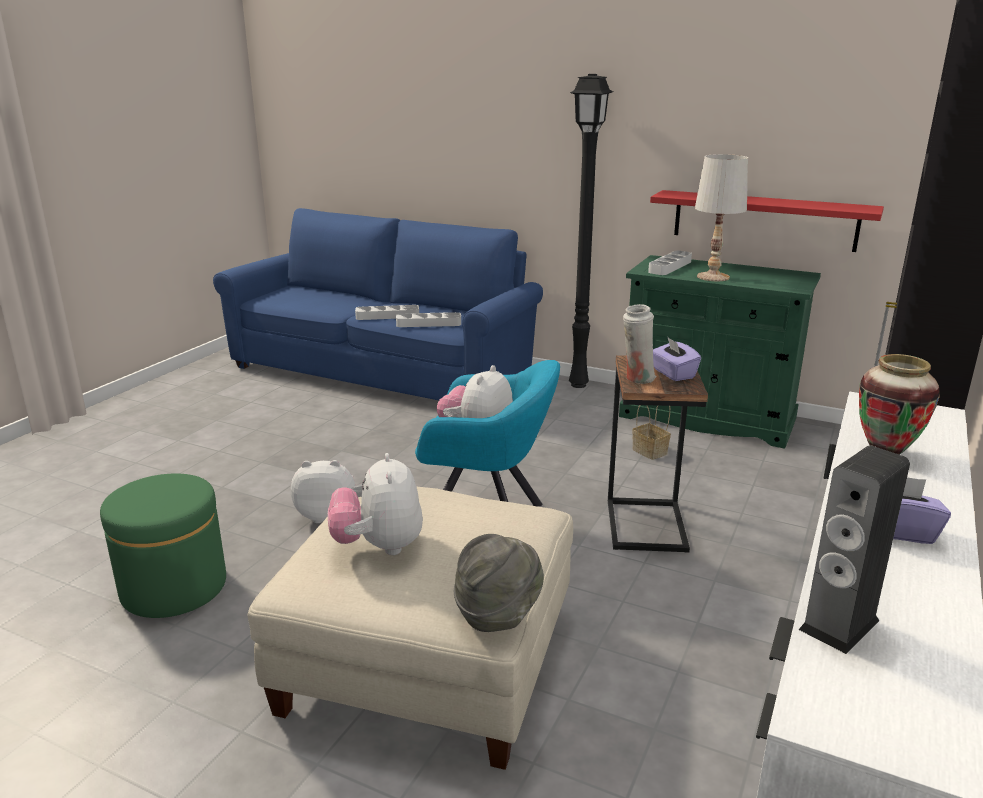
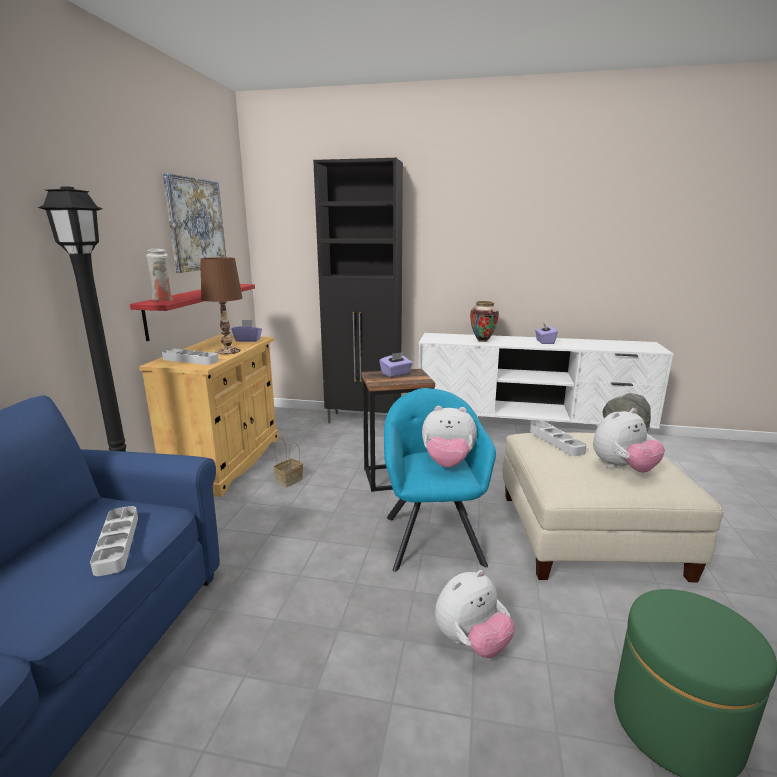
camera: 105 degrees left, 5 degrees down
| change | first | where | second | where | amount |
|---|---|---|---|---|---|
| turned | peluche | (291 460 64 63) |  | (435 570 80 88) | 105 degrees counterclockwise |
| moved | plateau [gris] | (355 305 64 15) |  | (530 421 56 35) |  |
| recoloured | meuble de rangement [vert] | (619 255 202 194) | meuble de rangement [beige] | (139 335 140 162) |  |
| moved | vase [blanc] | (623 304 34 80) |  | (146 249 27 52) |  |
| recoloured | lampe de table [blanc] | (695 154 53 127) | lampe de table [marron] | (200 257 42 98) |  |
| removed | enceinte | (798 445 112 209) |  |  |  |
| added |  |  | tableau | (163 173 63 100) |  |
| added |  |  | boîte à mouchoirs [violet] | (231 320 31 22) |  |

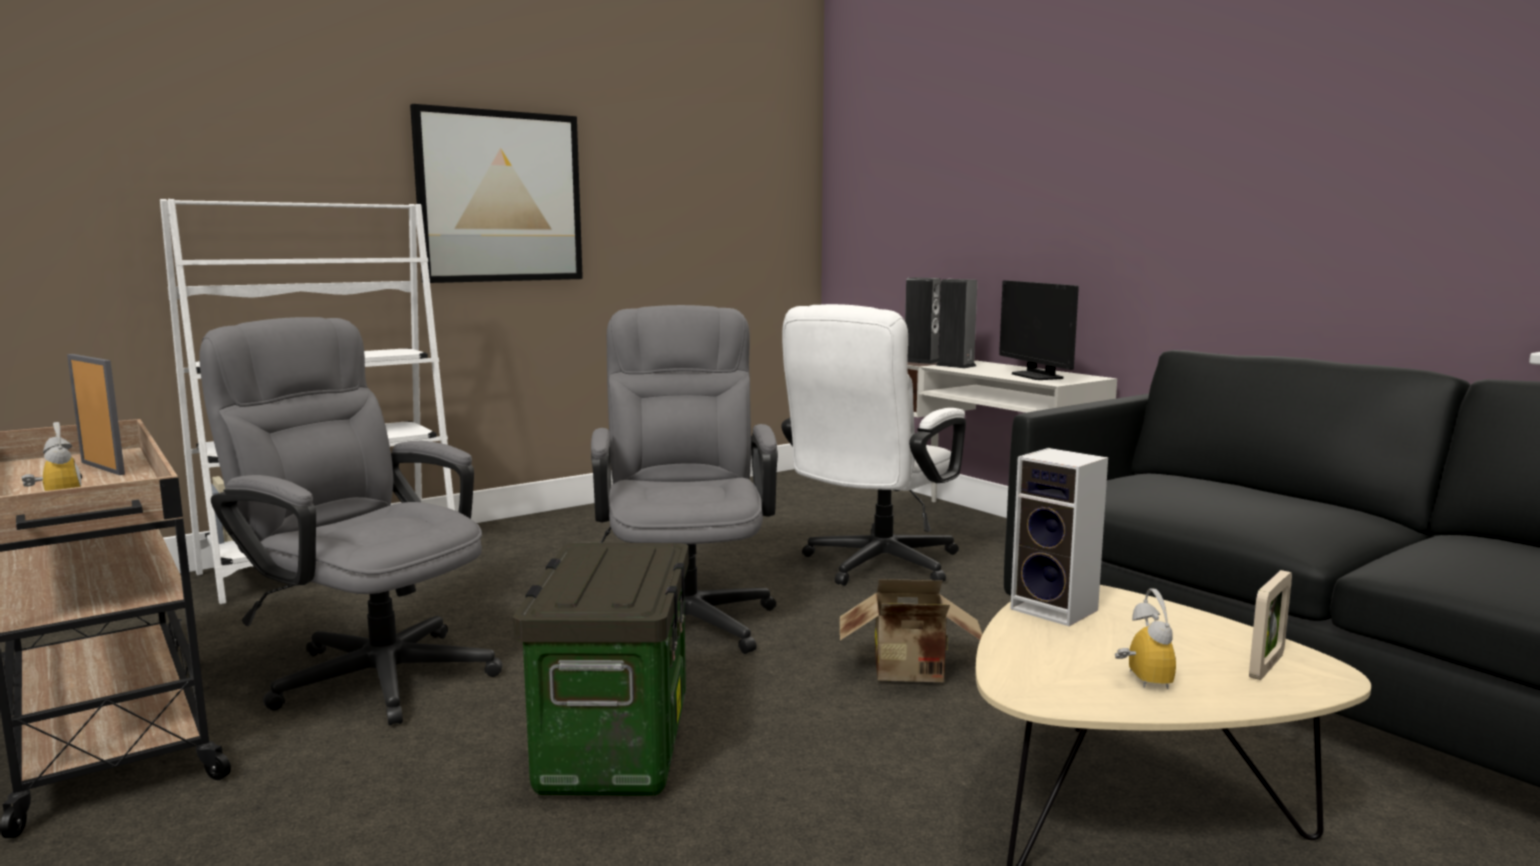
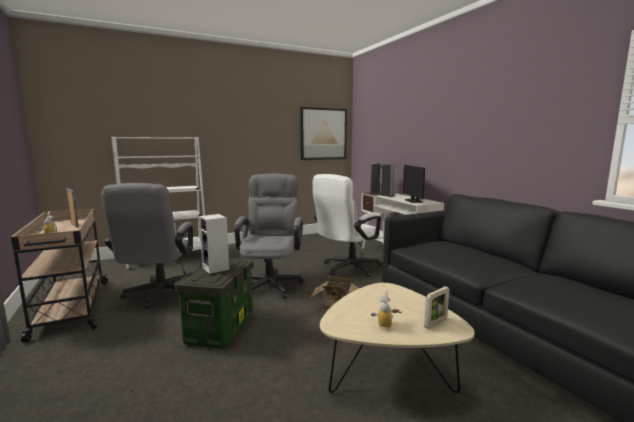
camera: 10 degrees right, 0 degrees up
| change | first | where | second | where | amount |
|---|---|---|---|---|---|
| turned | chaise de bureau [gris] | (199 317 304 408) |  | (101 183 92 126) | 135 degrees counterclockwise |
| moved | tableau | (410 104 173 179) |  | (300 107 47 53) |  |
| moved | enceinte | (1010 448 98 178) |  | (199 214 30 60) |  |

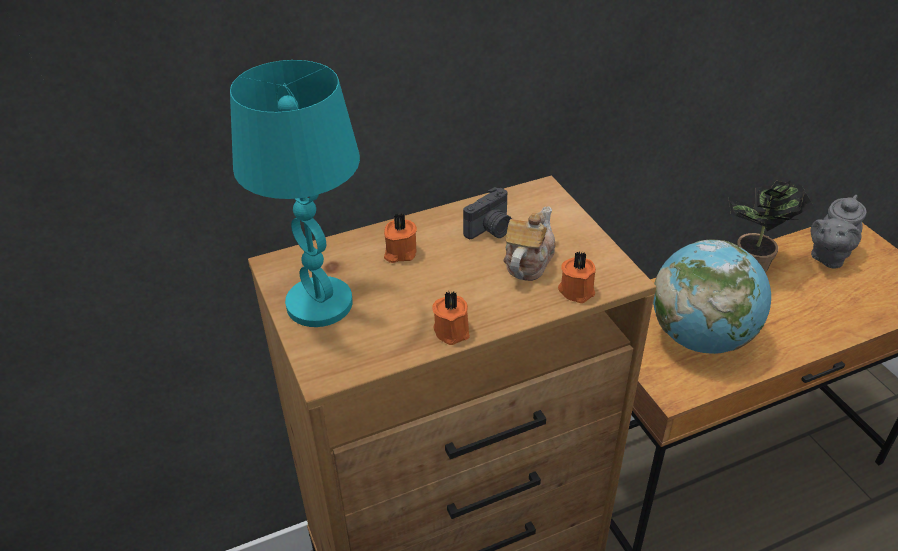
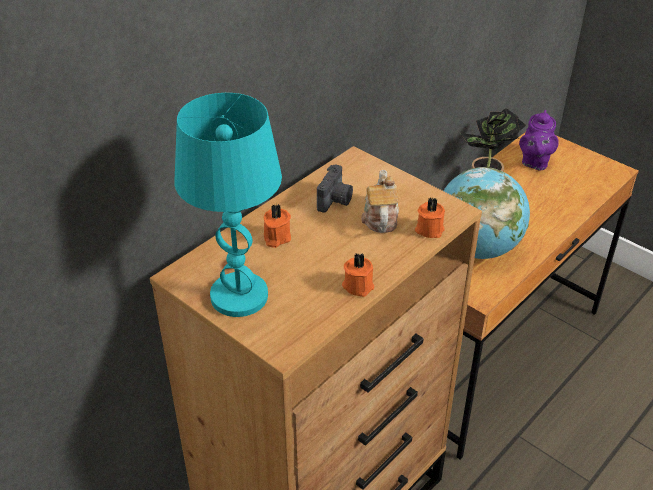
camera: 25 degrees left, 0 degrees up
| change | first | where | second | where | amount |
|---|---|---|---|---|---|
| recoloured | théière [gris] | (810 195 57 73) | théière [violet] | (519 110 40 61) |  |

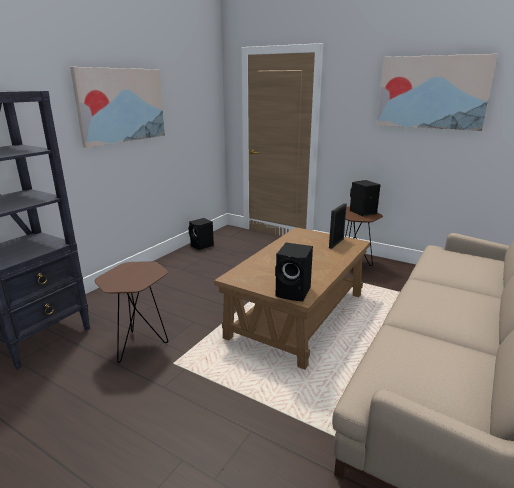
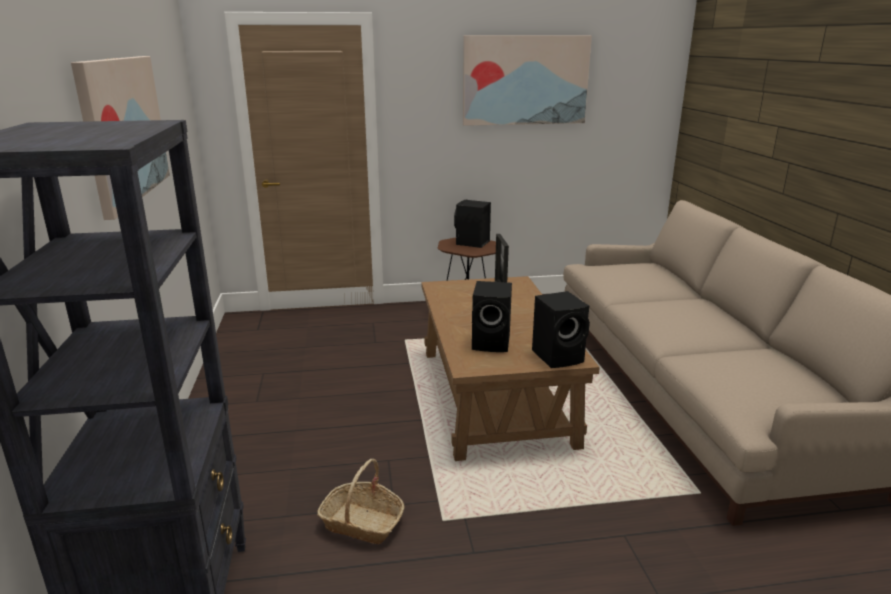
camera: 40 degrees left, 0 degrees up
| change | first | where | second | where | amount |
|---|---|---|---|---|---|
| replaced | table d'appoint [marron] | (95 261 73 102) | panier | (317 459 87 85) |  |
| moved | enceinte [noir] | (188 218 26 32) |  | (472 281 40 71) |  |

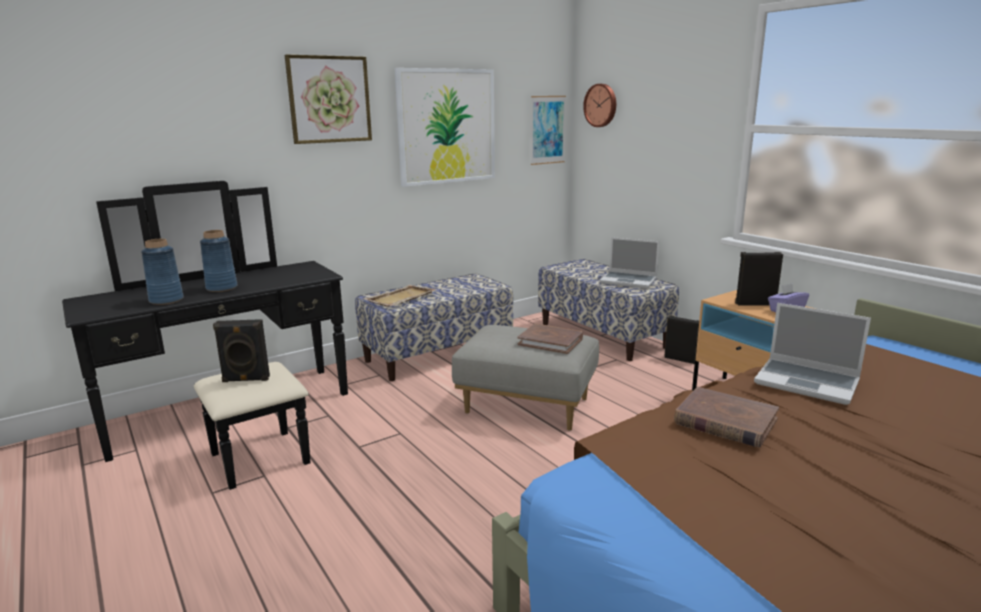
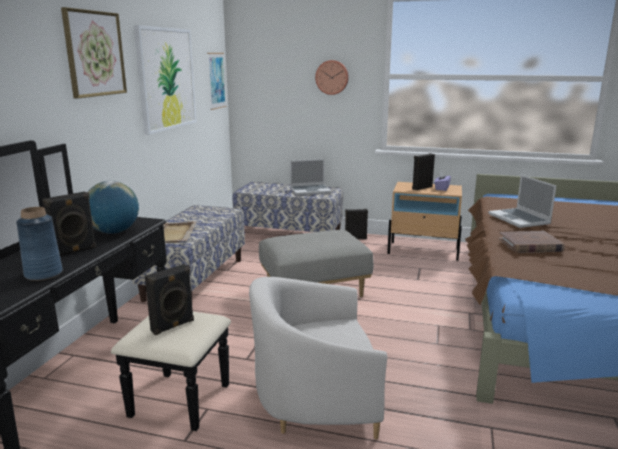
camera: 40 degrees left, 0 degrees up
| change | first | where | second | where | amount |
|---|---|---|---|---|---|
| replaced | vase [bleu] | (200 230 37 62) | enceinte [noir] | (42 192 54 64) |  |
| removed | livre [marron] | (517 324 66 30) |  |  |  |
| moved | horloge murale | (583 84 33 43) |  | (315 60 34 35) |  |
| turned | ordinateur portable | (754 303 117 102) |  | (488 175 68 53) | 75 degrees clockwise |
| added |  |  | globe | (88 181 51 53) |  |
| added |  |  | fauteuil [blanc] | (249 277 138 162) |  |

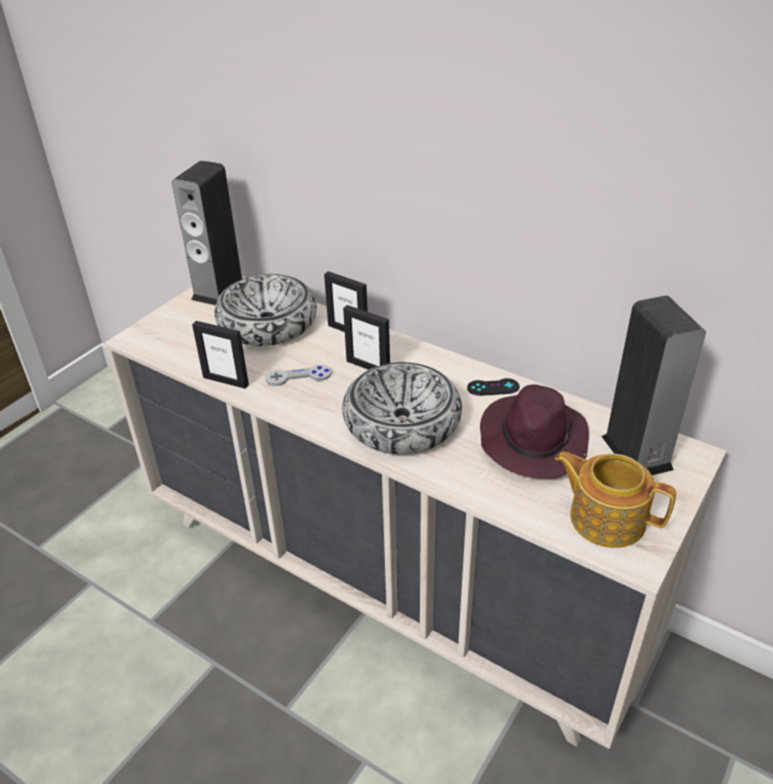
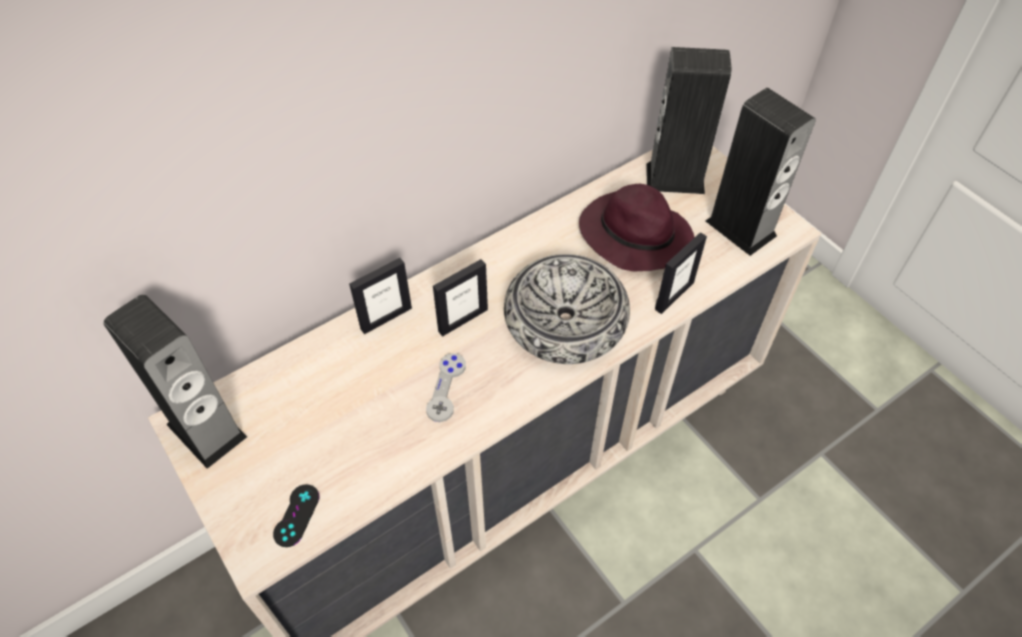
camera: 70 degrees left, 15 degrees up
| change | first | where | second | where | amount |
|---|---|---|---|---|---|
| moved | cadre photo | (192 321 57 68) |  | (655 232 52 82) |  |
| removed | bol | (215 274 102 72) |  |  |  |
| moved | manette [noir] | (467 378 53 18) |  | (273 484 46 63) |  |
| replaced | théière | (555 452 121 96) | enceinte | (706 88 110 168) |  |

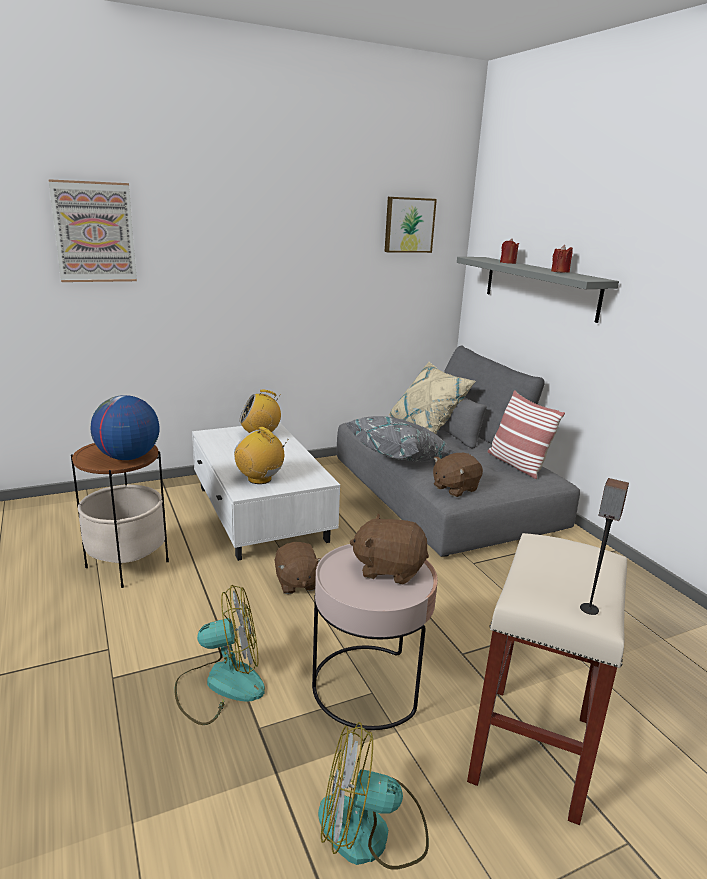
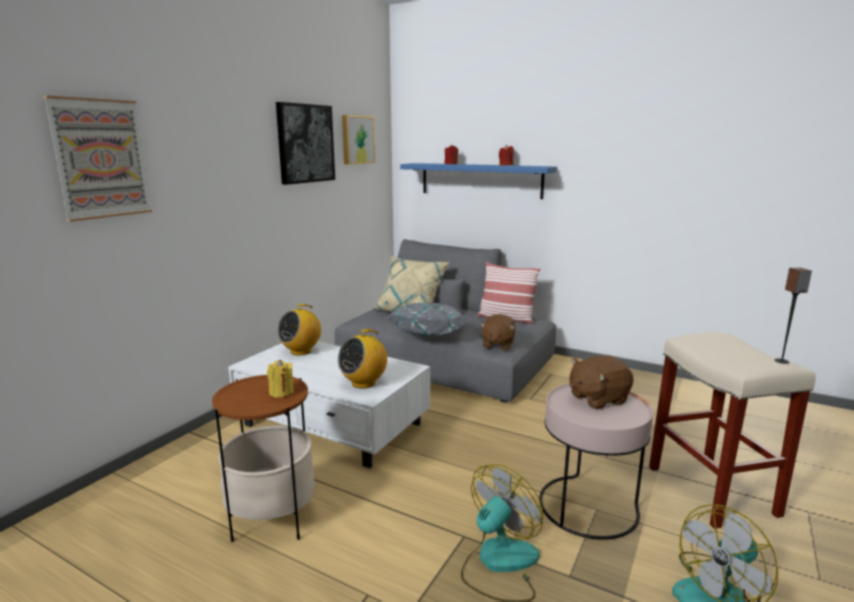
camera: 35 degrees left, 5 degrees down
| change | first | where | second | where | amount |
|---|---|---|---|---|---|
| replaced | globe | (91 395 69 65) | bougie [jaune] | (267 360 27 38) |  |
| turned | radio | (234 427 55 57) |  | (338 329 49 60) | 45 degrees counterclockwise |
| removed | peluche [marron] | (275 542 46 52) |  |  |  |
| recoloured | étagère [gris] | (457 257 162 66) | étagère [bleu] | (400 163 157 36) |  |
| added |  |  | tableau | (276 102 59 83) |  |

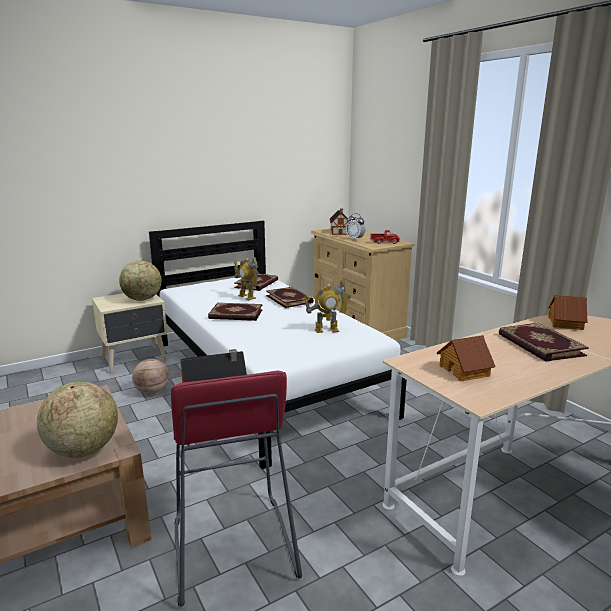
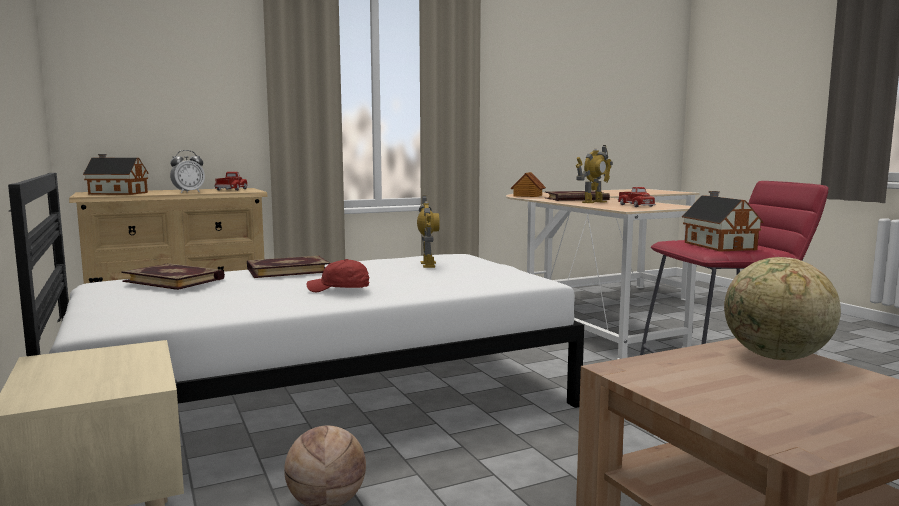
camera: 85 degrees left, 10 degrees down
| change | first | where | second | where | amount |
|---|---|---|---|---|---|
| removed | globe | (119 260 43 41) |  |  |  |
| replaced | livre | (208 303 55 18) | casquette [rouge] | (306 259 64 33) |  |
| moved | robot jouet | (234 257 25 43) |  | (576 145 37 58) |  |
| replaced | maison miniature | (437 335 59 47) | camion jouet | (618 187 38 20) |  |

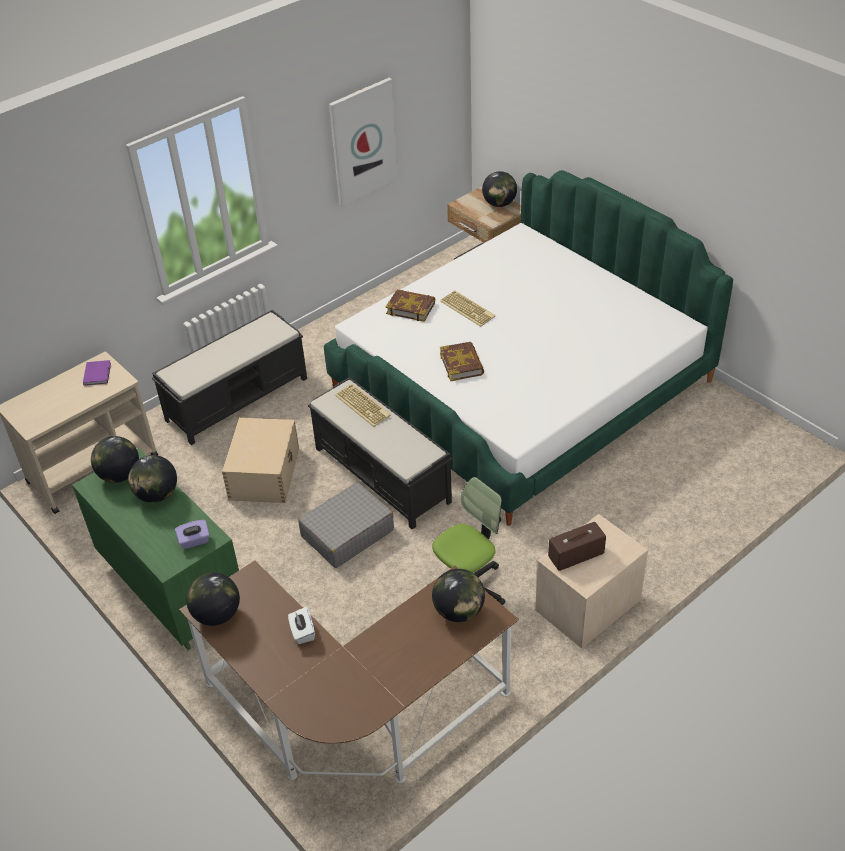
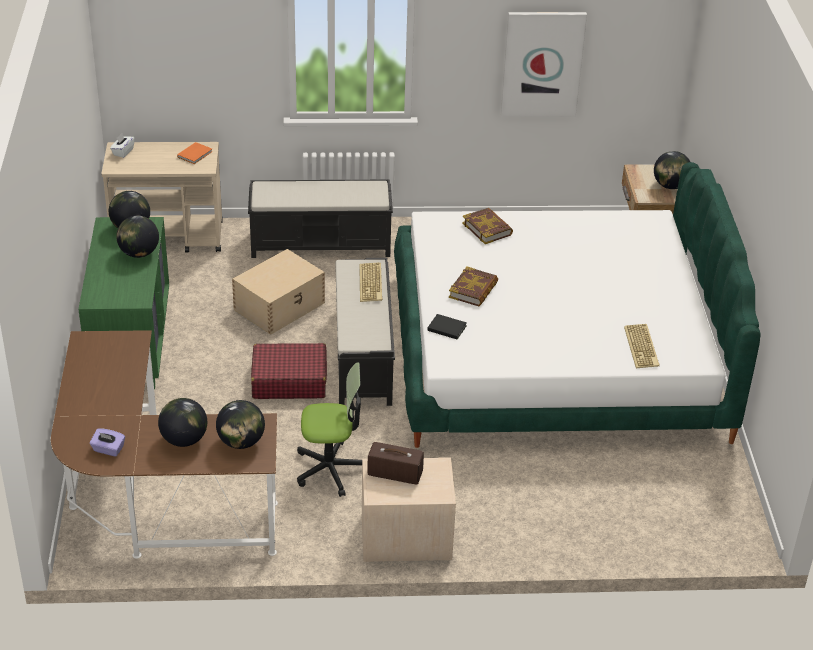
camera: 35 degrees right, 5 degrees down
| change | first | where | second | where | amount |
|---|---|---|---|---|---|
| recoloured | livre [violet] | (83 360 28 26) | livre [orange] | (177 142 36 22) |  |
| moved | boîte à mouchoirs [violet] | (175 520 35 29) |  | (90 428 35 29) |  |
| moved | globe | (186 573 54 53) |  | (158 398 49 49) |  |
| moved | boîte à mouchoirs [blanc] | (288 607 27 37) |  | (110 133 25 25) |  |
| recoloured | valise [gris] | (299 482 95 86) | valise [rouge] | (251 343 76 56) |  |
| moved | clavier | (440 291 56 36) |  | (624 324 36 44) |  |
| added |  |  | livre [noir] | (427 314 40 25) |  |

